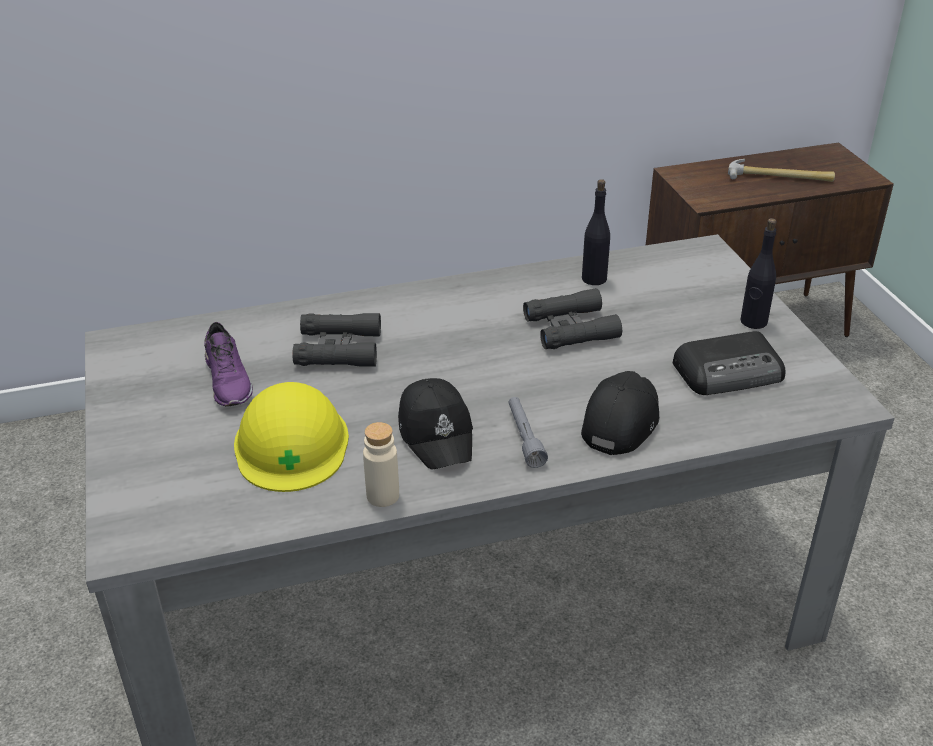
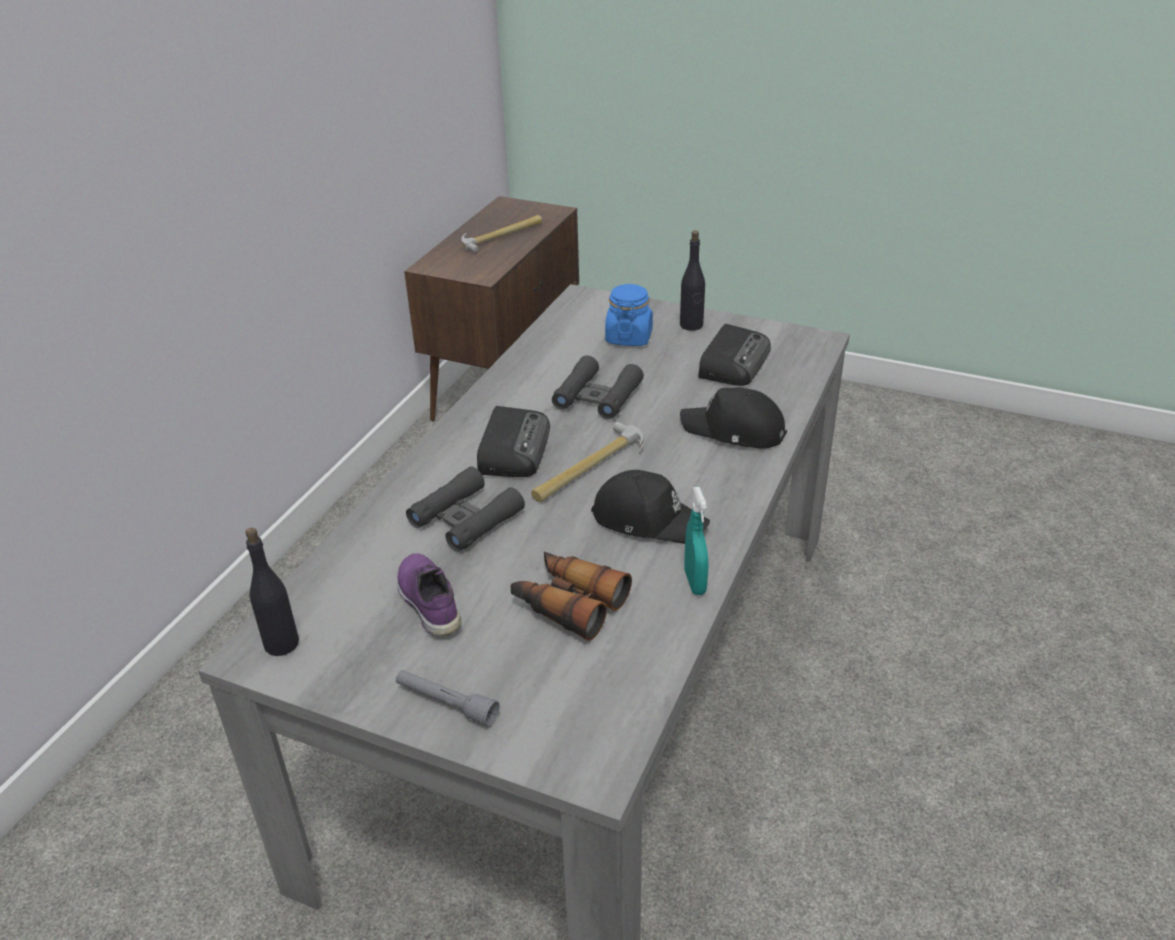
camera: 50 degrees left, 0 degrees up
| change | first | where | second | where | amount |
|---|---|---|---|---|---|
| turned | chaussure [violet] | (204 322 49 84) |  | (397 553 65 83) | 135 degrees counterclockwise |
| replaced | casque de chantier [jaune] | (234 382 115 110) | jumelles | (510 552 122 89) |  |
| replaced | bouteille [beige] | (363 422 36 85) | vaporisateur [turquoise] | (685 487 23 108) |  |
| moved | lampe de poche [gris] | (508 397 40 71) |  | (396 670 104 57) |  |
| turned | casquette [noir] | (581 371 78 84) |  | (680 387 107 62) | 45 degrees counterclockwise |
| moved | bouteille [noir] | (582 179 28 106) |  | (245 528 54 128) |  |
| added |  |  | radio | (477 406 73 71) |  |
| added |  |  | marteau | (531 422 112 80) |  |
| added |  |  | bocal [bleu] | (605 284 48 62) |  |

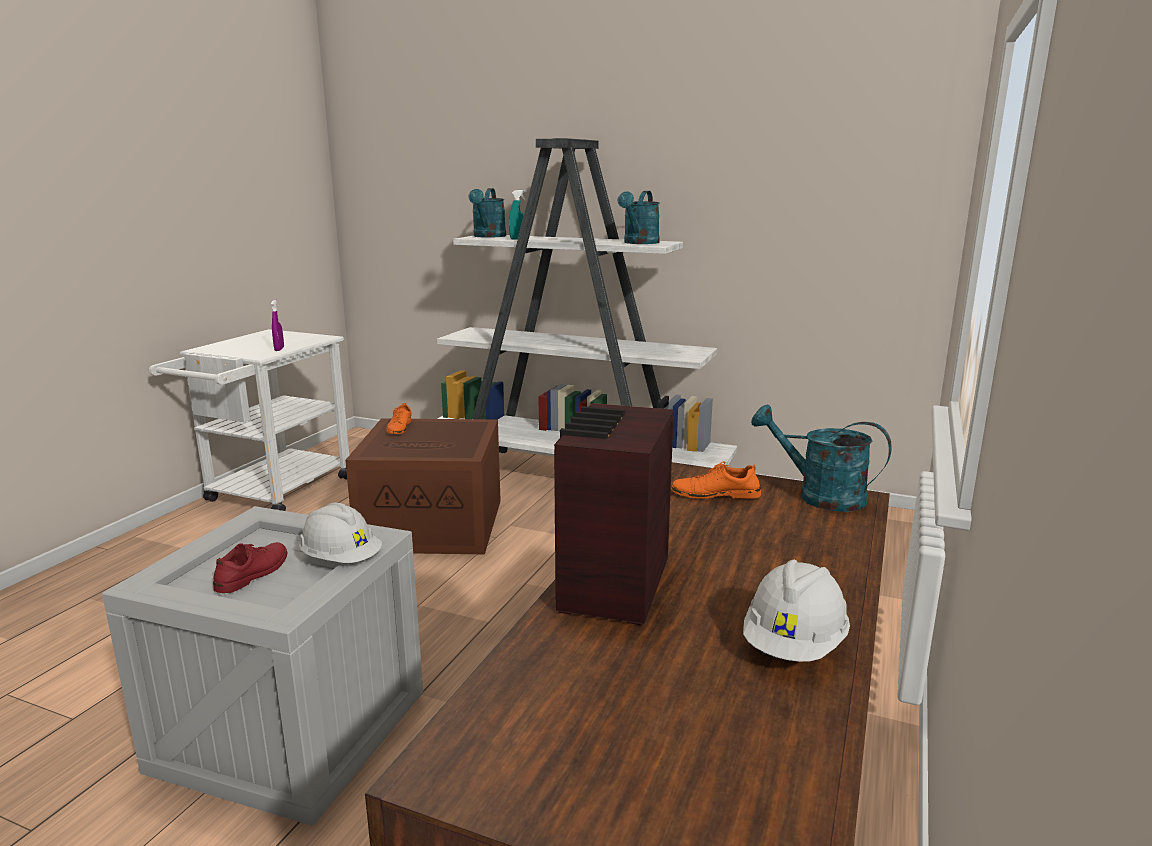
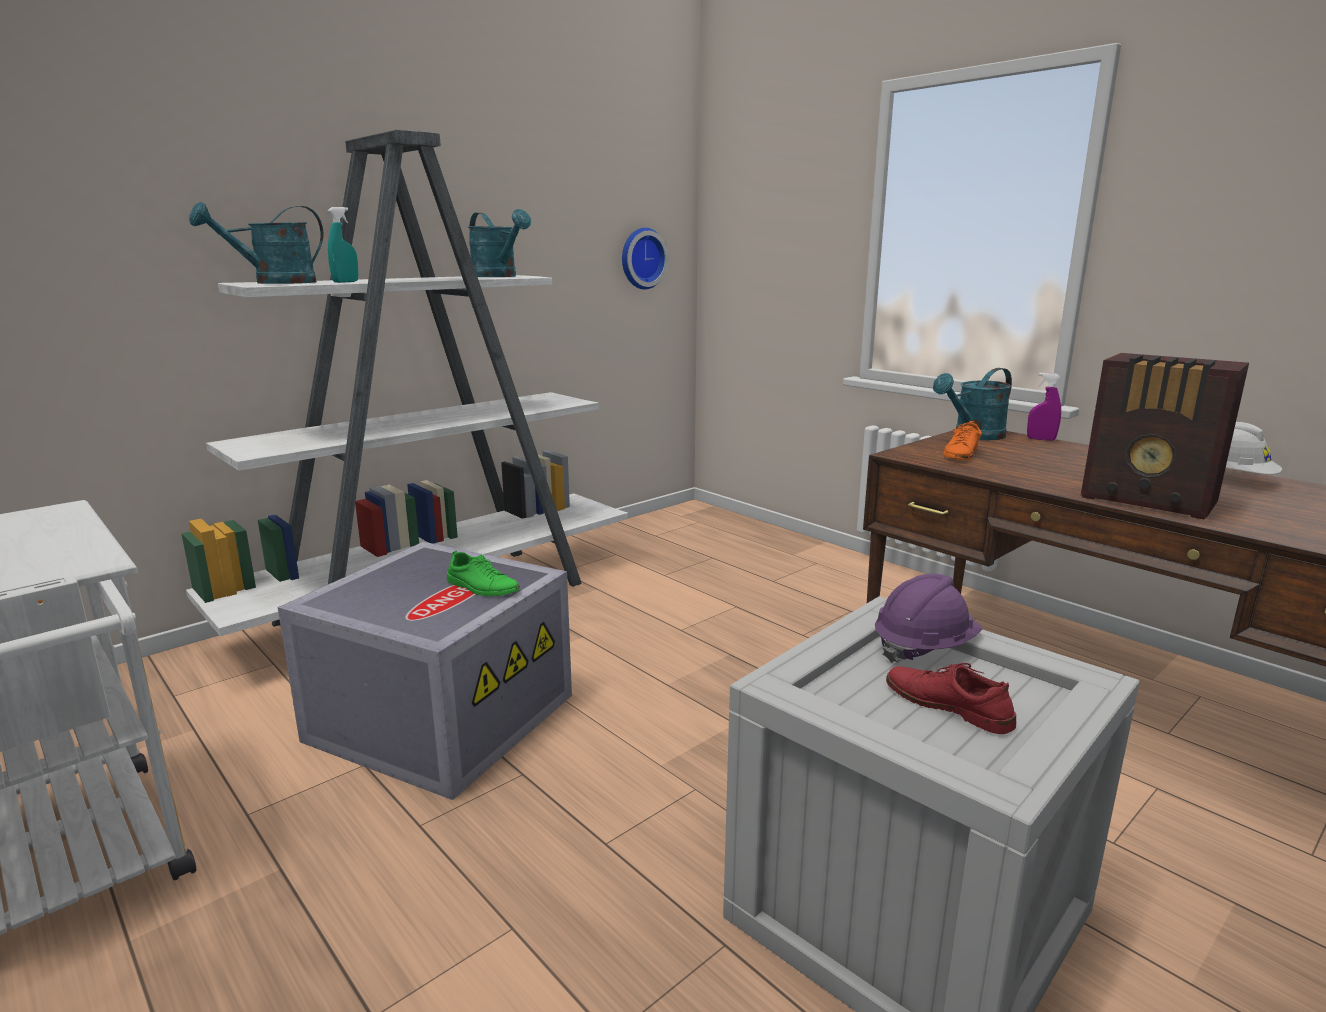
camera: 65 degrees left, 0 degrees up
| change | first | where | second | where | amount |
|---|---|---|---|---|---|
| moved | vaporisateur [violet] | (271 299 13 52) |  | (1027 372 34 69) |  |
| recoloured | casque de chantier [blanc] | (299 503 83 60) | casque de chantier [violet] | (875 574 107 89) |  |
| recoloured | boîte de rangement [marron] | (345 418 156 136) | boîte de rangement [gris] | (278 542 294 258) |  |
| removed | chaussure [orange] | (386 403 26 31) |  |  |  |
| turned | arrosoir [turquoise] | (468 188 38 50) |  | (189 202 134 82) | 105 degrees clockwise |
| added |  |  | chaussure [vert] | (447 550 73 46) |  |
| added |  |  | horloge murale | (622 228 47 61) |  |

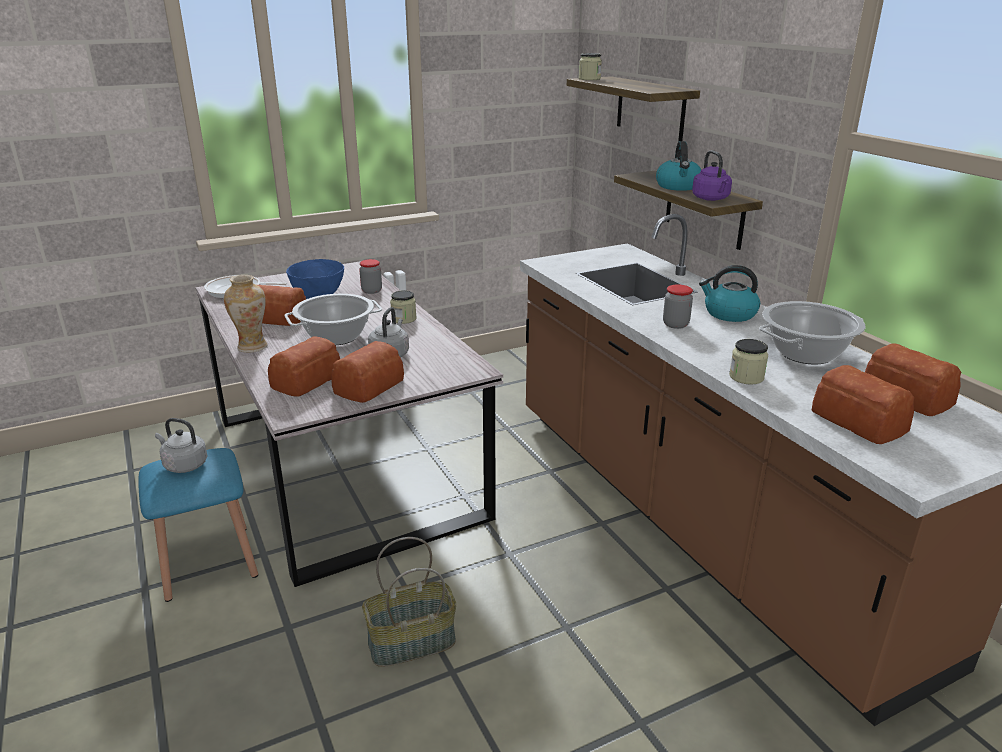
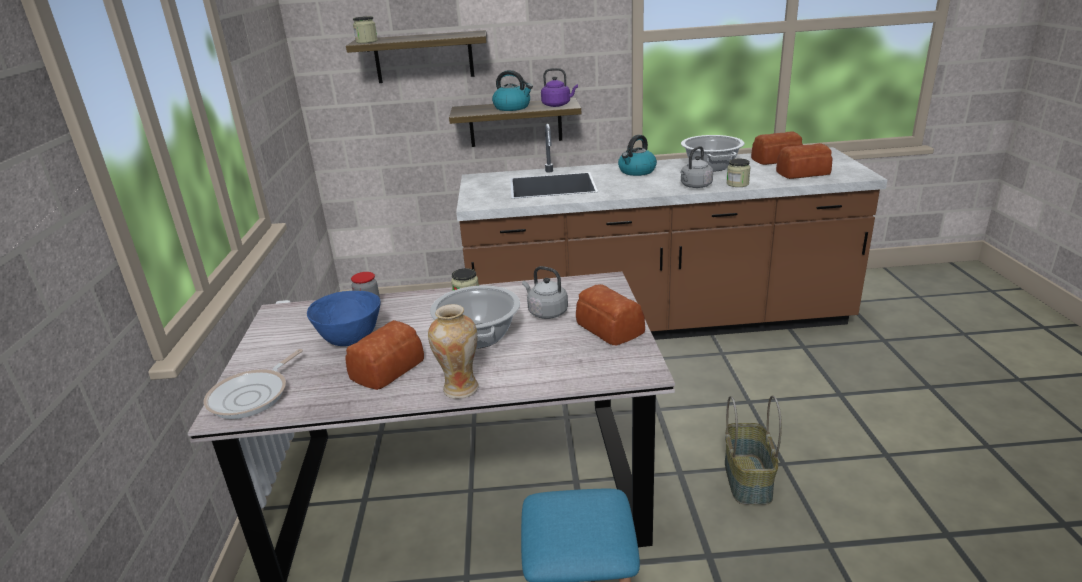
camera: 65 degrees left, 0 degrees up
| change | first | where | second | where | amount |
|---|---|---|---|---|---|
| moved | bouilloire [gris] | (155 418 52 55) |  | (680 146 33 42) |  |
| removed | pain | (268 336 72 61) |  |  |  |
| removed | bocal | (663 285 30 44) |  |  |  |

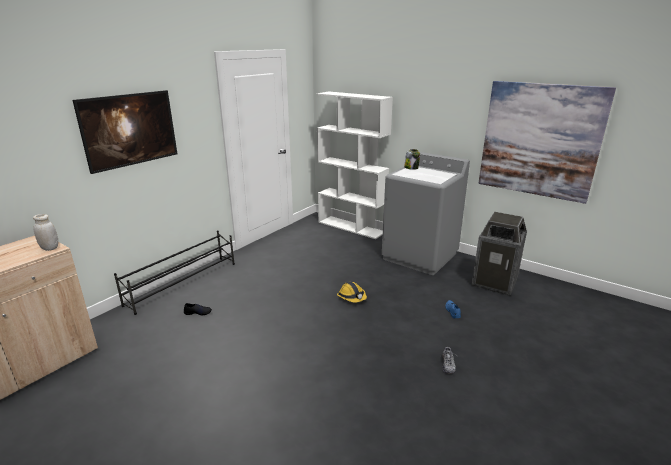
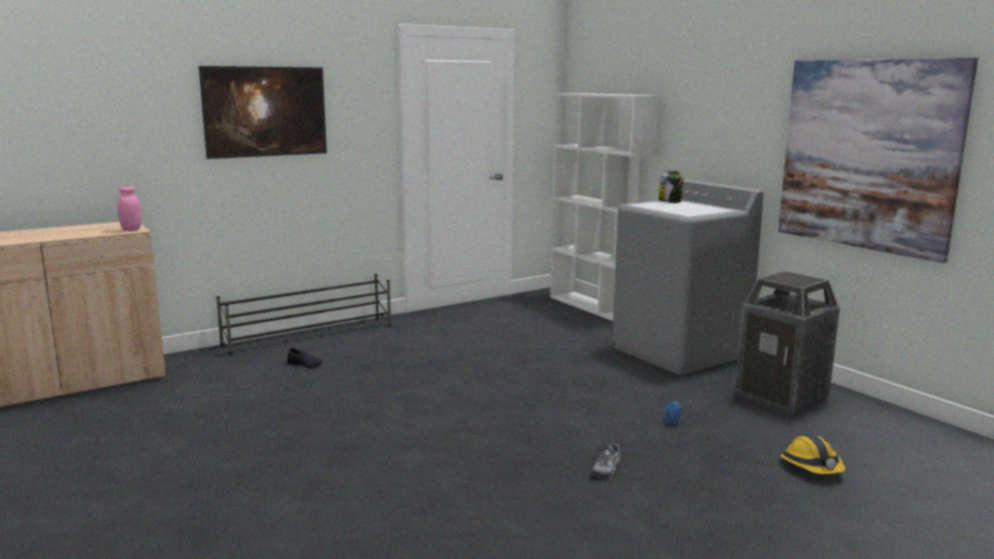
camera: 20 degrees right, 10 degrees down
| change | first | where | second | where | amount |
|---|---|---|---|---|---|
| recoloured | bocal [blanc] | (33 214 25 37) | bocal [rose] | (117 186 25 45) |  |
| moved | casque de chantier | (337 282 30 21) |  | (781 434 64 40) |  |

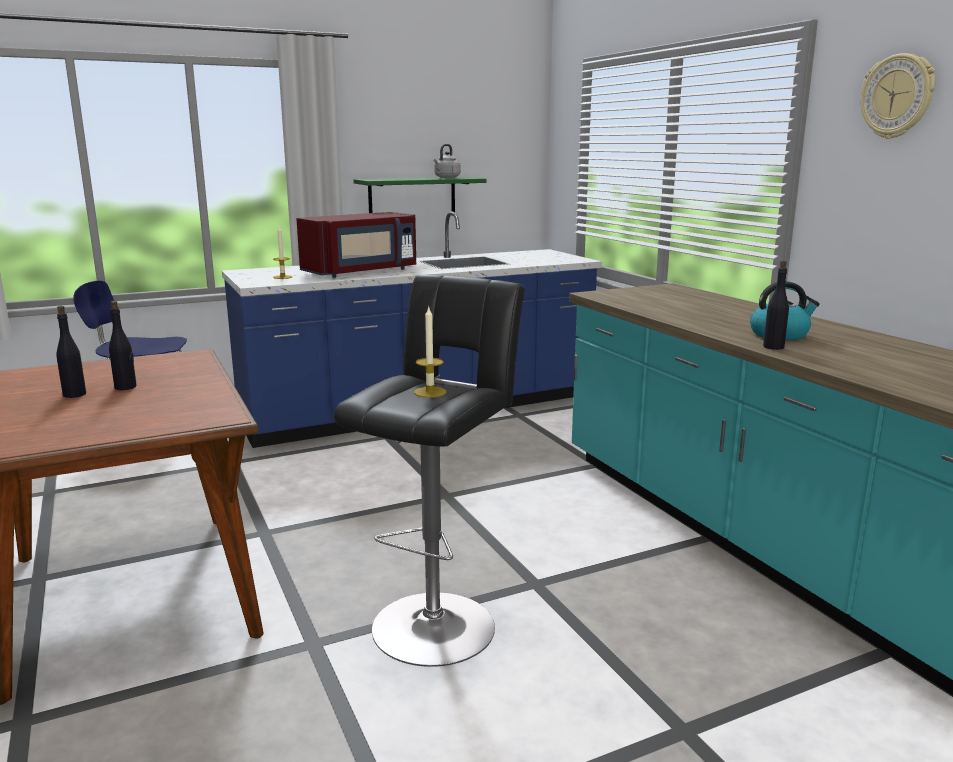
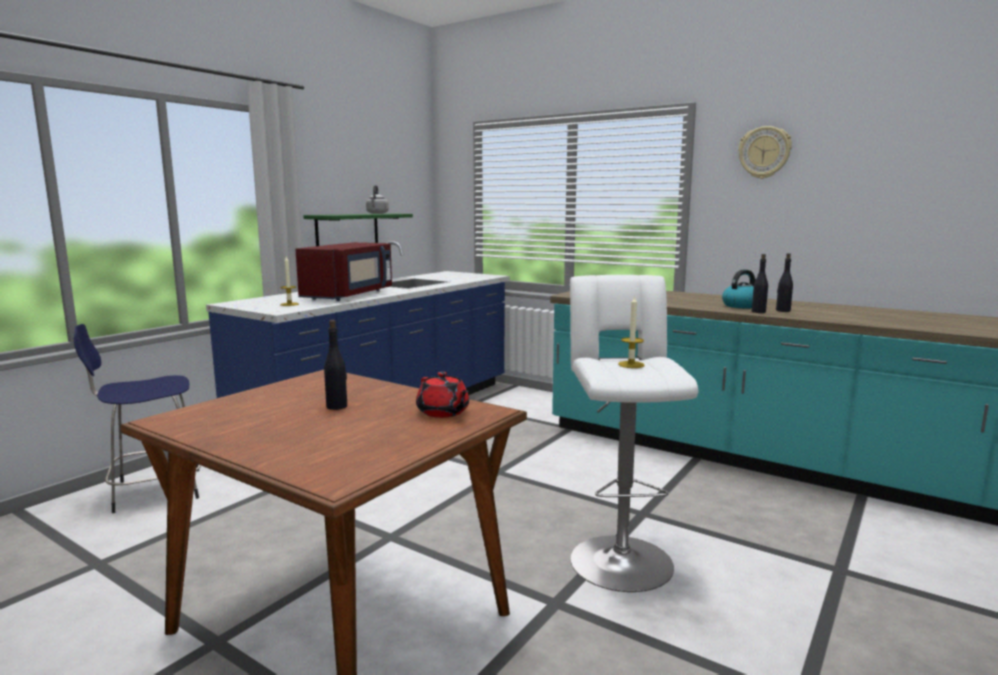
camera: 30 degrees left, 5 degrees down
| change | first | where | second | where | amount |
|---|---|---|---|---|---|
| moved | bouteille [noir] | (56 306 30 92) |  | (776 253 17 59) |  |
| recoloured | tabouret [noir] | (334 275 191 392) | tabouret [blanc] | (570 275 128 317) |  |
| added |  |  | théière [rouge] | (416 372 53 46) |  |

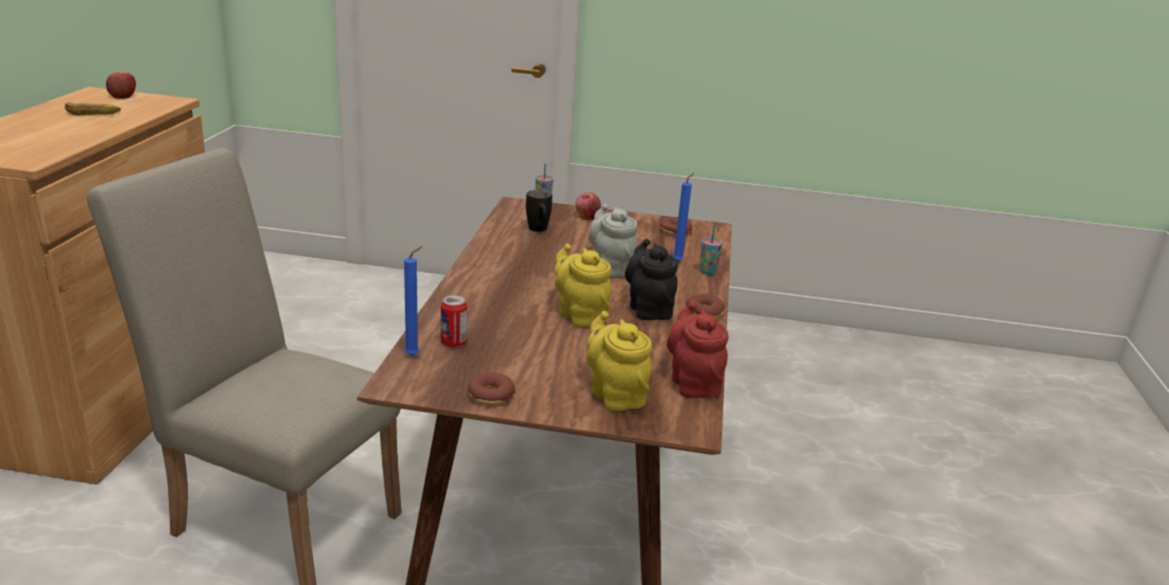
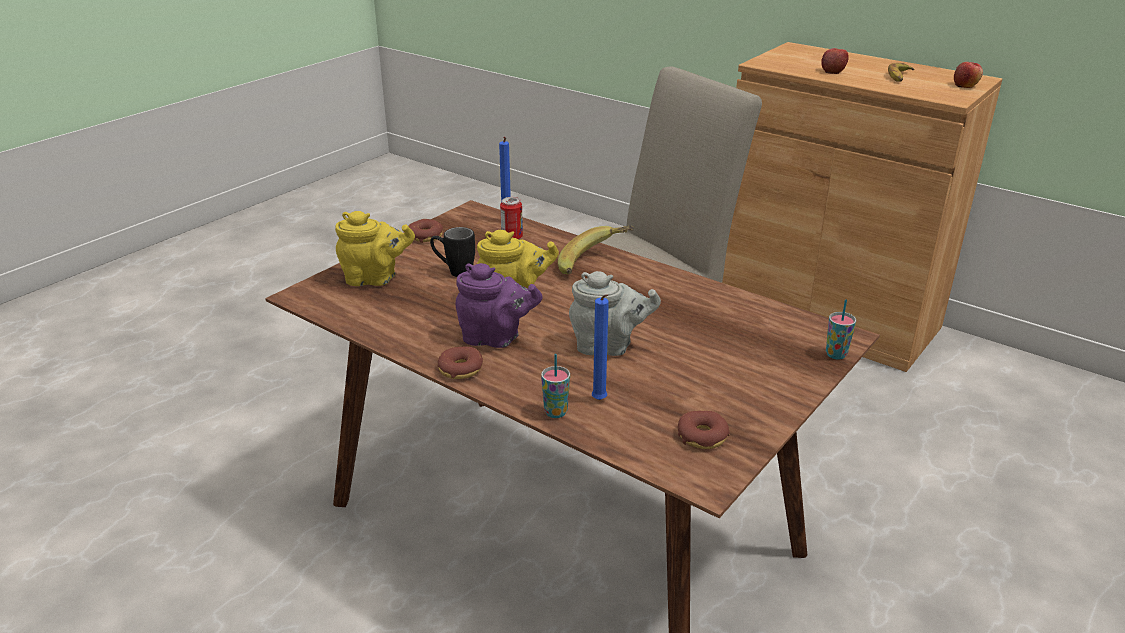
camera: 120 degrees right, 5 degrees up
| change | first | where | second | where | amount |
|---|---|---|---|---|---|
| moved | mug [noir] | (526 189 26 43) |  | (430 227 45 50) |  |
| moved | pomme | (575 192 26 28) |  | (821 48 28 26) |  |
| recoloured | théière [noir] | (625 239 53 81) | théière [violet] | (455 263 88 85) |  |
| removed | théière [rouge] | (667 301 62 97) |  |  |  |
| added |  |  | banane | (558 226 76 48) |  |

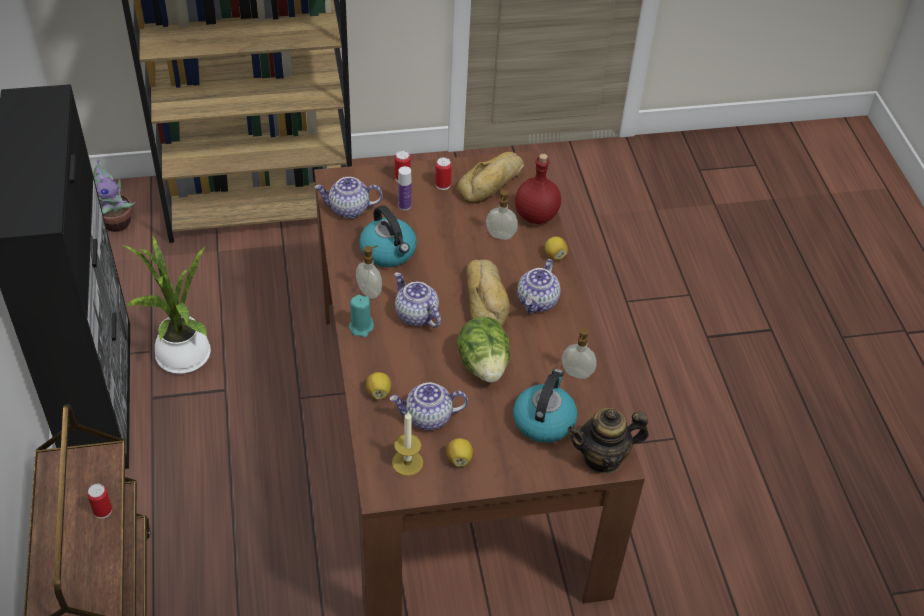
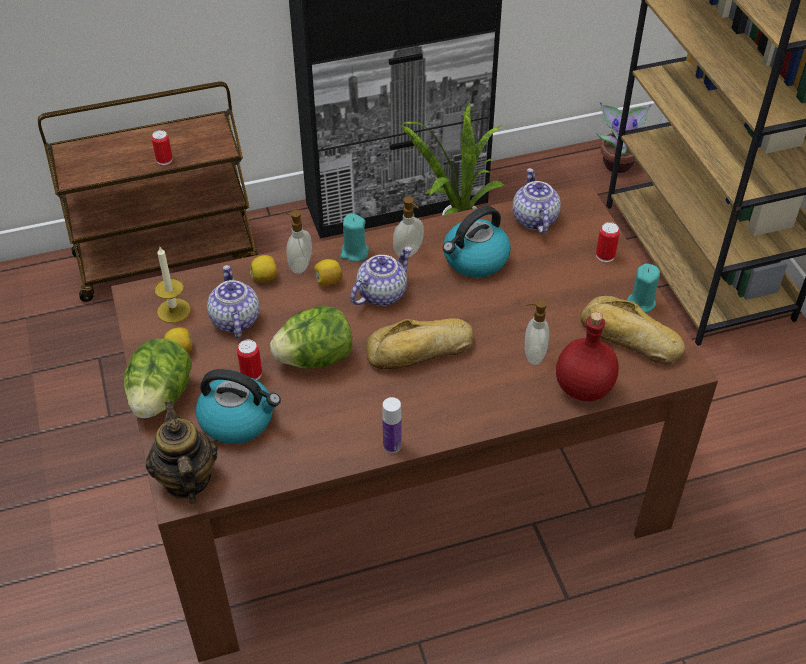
camera: 85 degrees right, 0 degrees up
| change | first | where | second | where | amount |
|---|---|---|---|---|---|
| moved | bouteille | (398 166 14 44) |  | (382 397 20 56) |  |
| moved | boîte métallique | (435 157 17 33) |  | (237 340 25 40) |  |
| removed | théière | (517 259 43 54) |  |  |  |
| moved | citron | (545 236 23 24) |  | (314 259 29 27) |  |
| moved | distributeur de savon | (562 328 35 51) |  | (283 210 29 64) |  |
| added |  |  | laitue | (124 339 68 79) |  |
| added |  |  | bougie [turquoise] | (627 264 33 49) |  |

